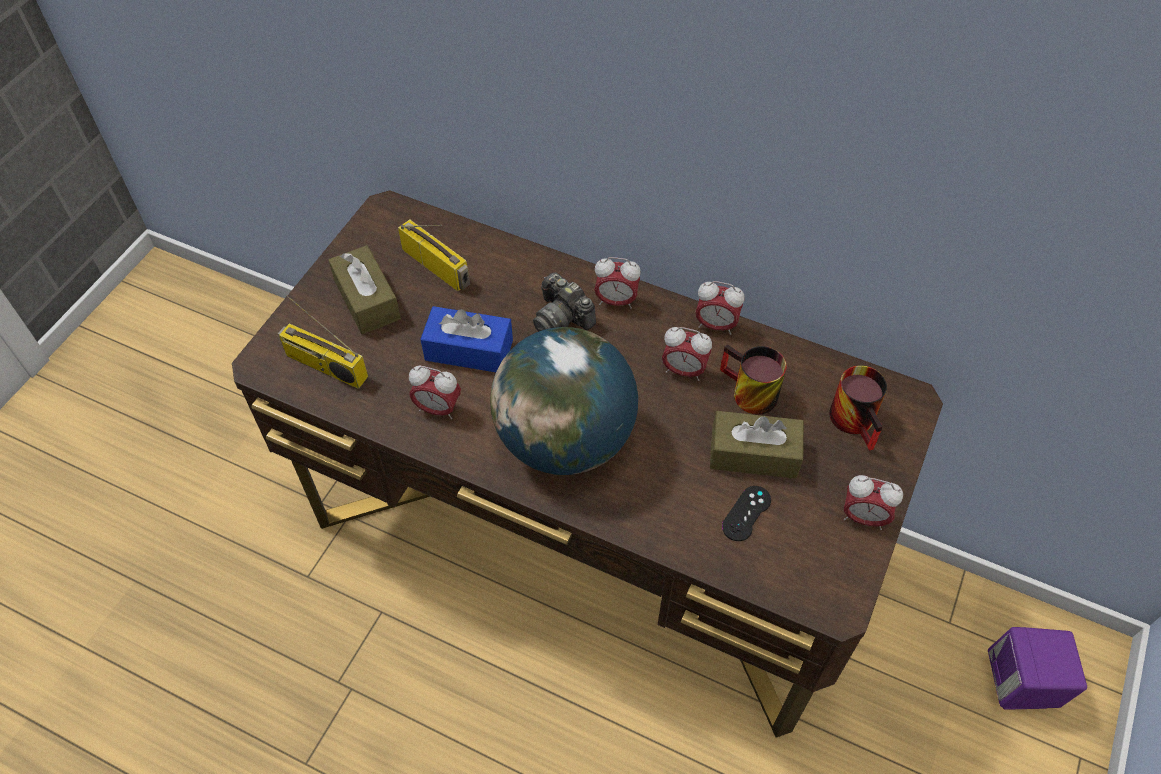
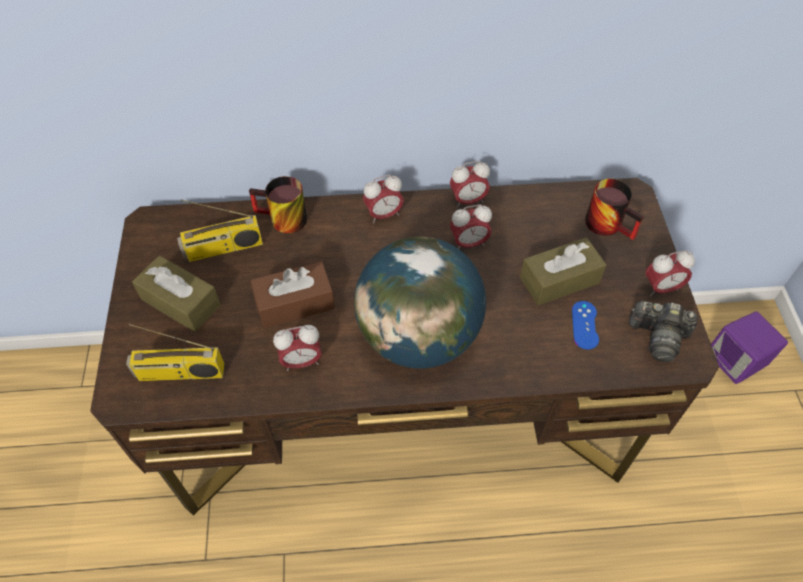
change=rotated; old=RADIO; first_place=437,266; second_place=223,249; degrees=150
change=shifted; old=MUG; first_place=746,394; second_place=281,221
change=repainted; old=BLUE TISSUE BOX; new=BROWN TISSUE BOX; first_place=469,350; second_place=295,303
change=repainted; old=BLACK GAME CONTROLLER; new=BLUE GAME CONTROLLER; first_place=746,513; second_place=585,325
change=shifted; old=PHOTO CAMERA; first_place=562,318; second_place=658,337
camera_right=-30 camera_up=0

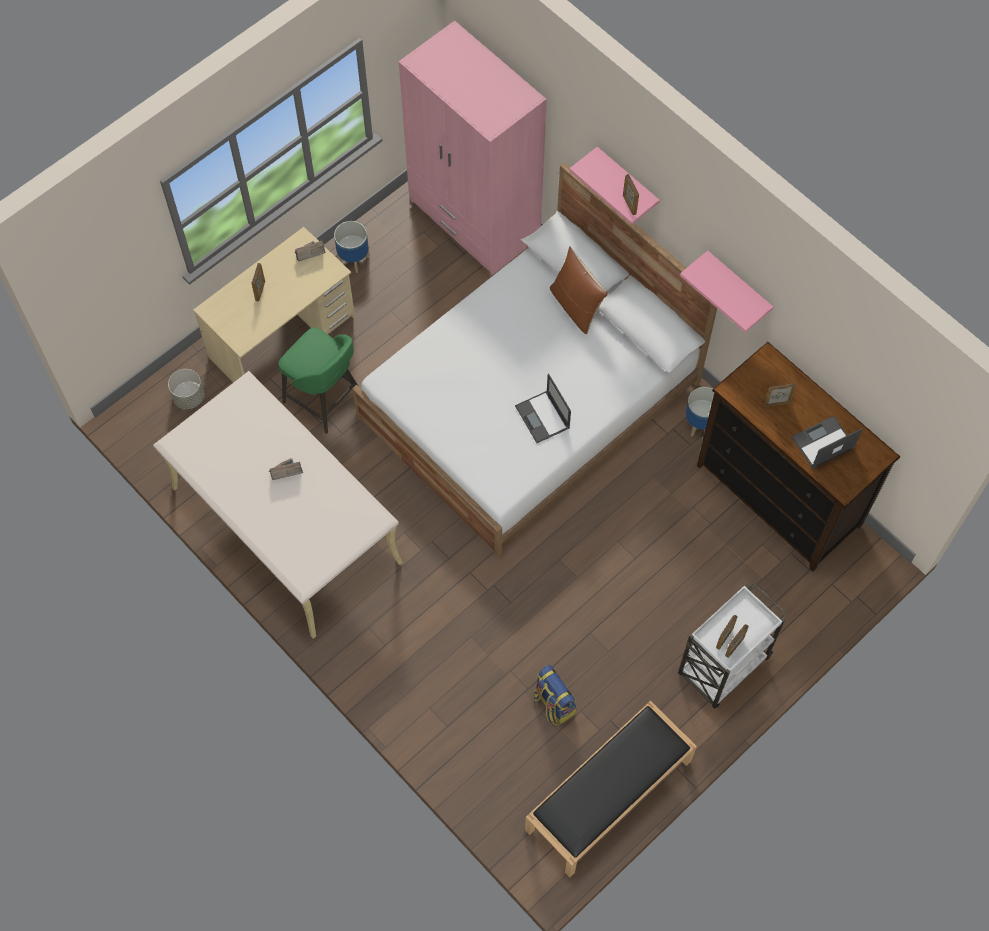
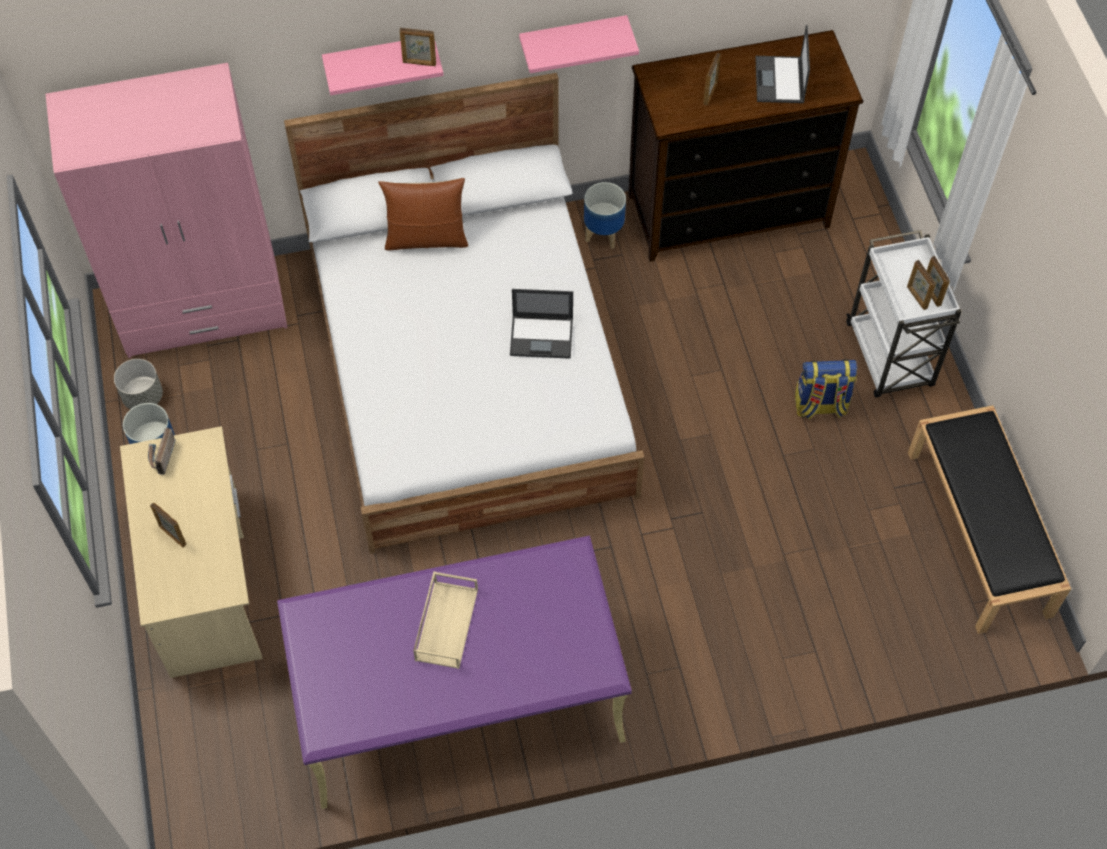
change=shifted; old=GREY PLANTER; first_place=189,397; second_place=143,397
change=repainted; old=BEIGE DESK; new=PURPLE DESK; first_place=285,524; second_place=457,700
change=swapped; old=RADIO; new=BEIGE TRAY; first_place=285,471; second_place=446,623
change=shifted; old=BACKPACK; first_place=553,703; second_place=820,406
change=gone; old=GREEN STOOL; first_place=325,399
camera_right=-60 camera_up=-5

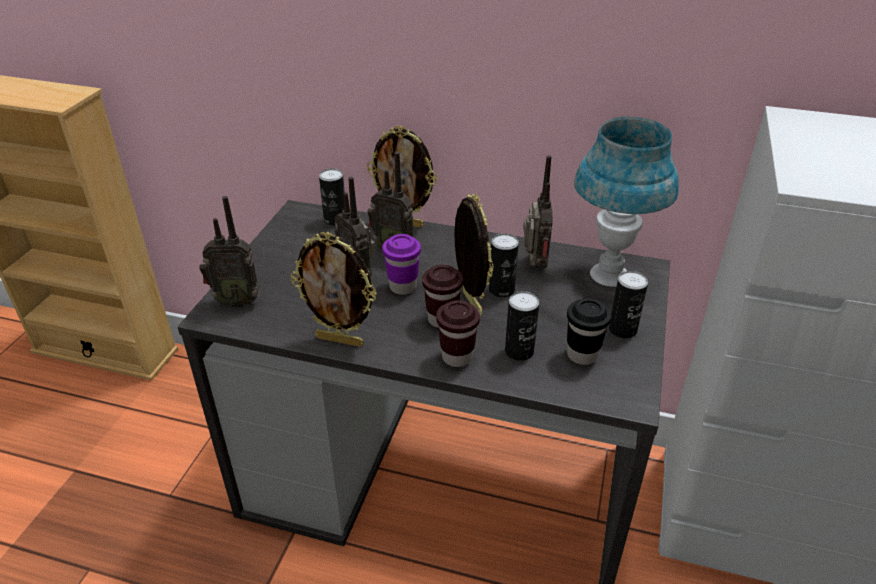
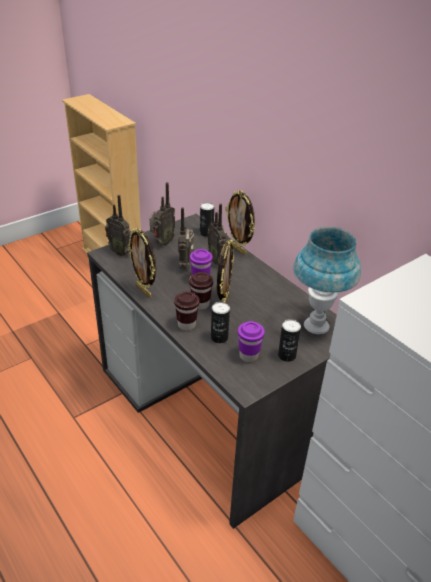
change=shifted; old=RADIO; first_place=533,265; second_place=162,243
change=repainted; old=BLACK CUP; new=PURPLE CUP; first_place=582,355; second_place=248,356
change=gone; old=CAN; first_place=501,290
camera_right=35 camera_up=0

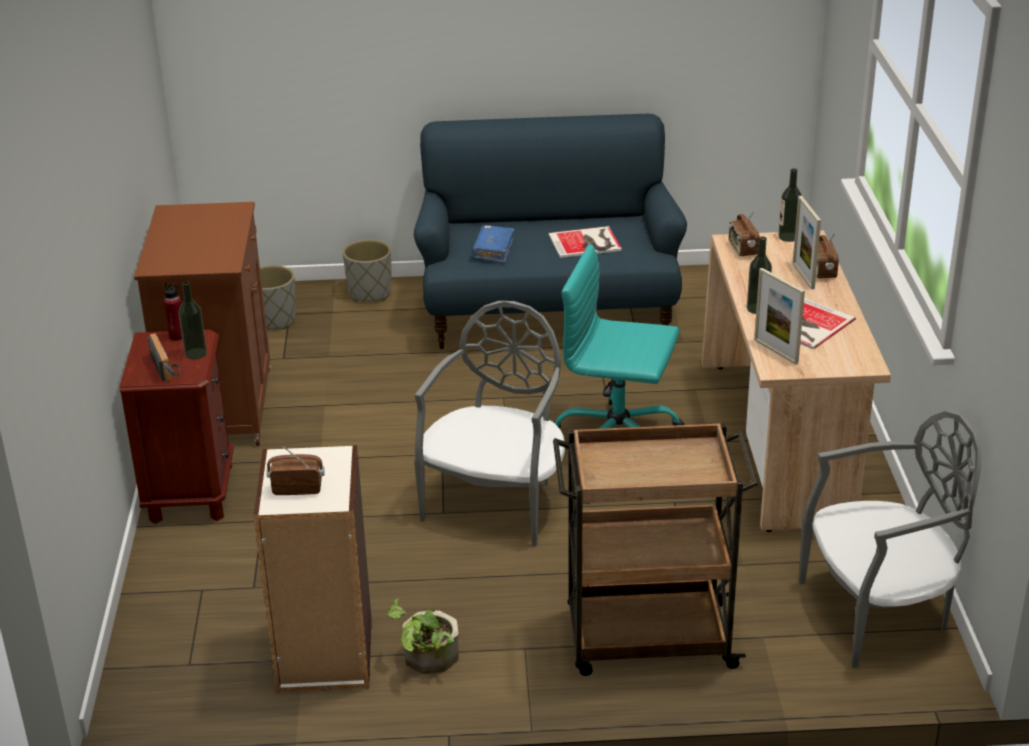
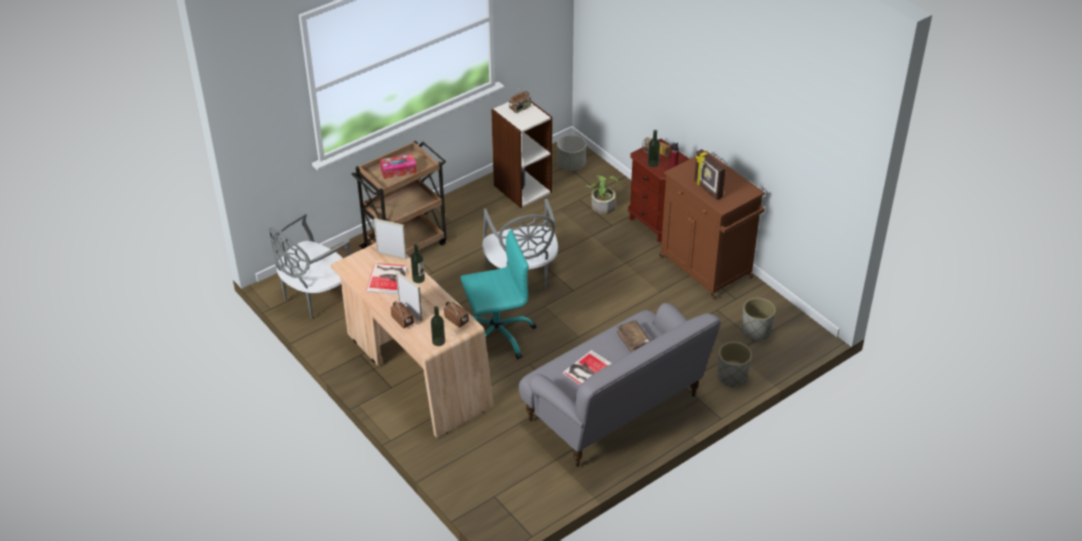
change=new; new=TISSUE BOX; second_place=398,170
change=repainted; old=BLUE SOFA; new=GREY SOFA; first_place=548,313; second_place=615,410
change=new; new=GREY PLANTER; second_place=571,165
change=shifted; old=POTTED PLANT; first_place=426,660; second_place=603,204
change=repainted; old=BLUE BOOK; new=BROWN BOOK; first_place=493,250; second_place=634,340
change=new; new=PICTURE FRAME; second_place=707,189
camera_right=145 camera_up=10

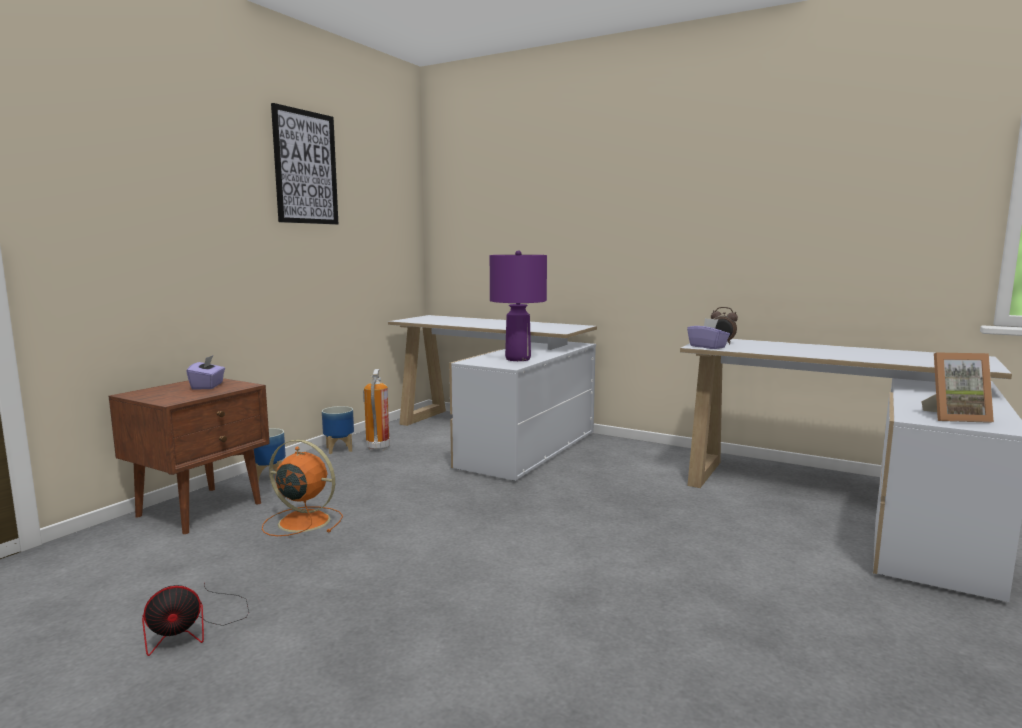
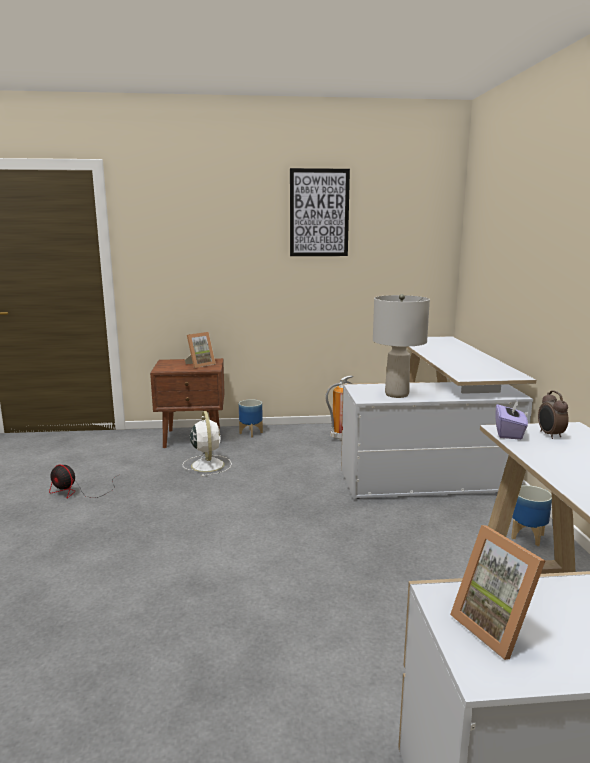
change=repainted; old=ORANGE FAN; new=WHITE FAN; first_place=302,521; second_place=207,464
change=swapped; old=PURPLE TISSUE BOX; new=PICTURE FRAME; first_place=208,386; second_place=200,365
change=repainted; old=PURPLE TABLE LAMP; new=GREY TABLE LAMP; first_place=517,359; second_place=396,394
change=shifted; old=PLANTER; first_place=339,449; second_place=527,537
camera_right=55 camera_up=5

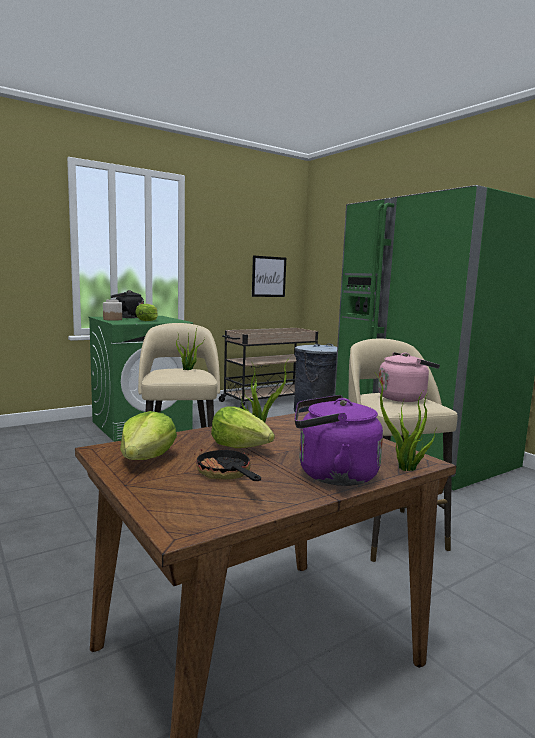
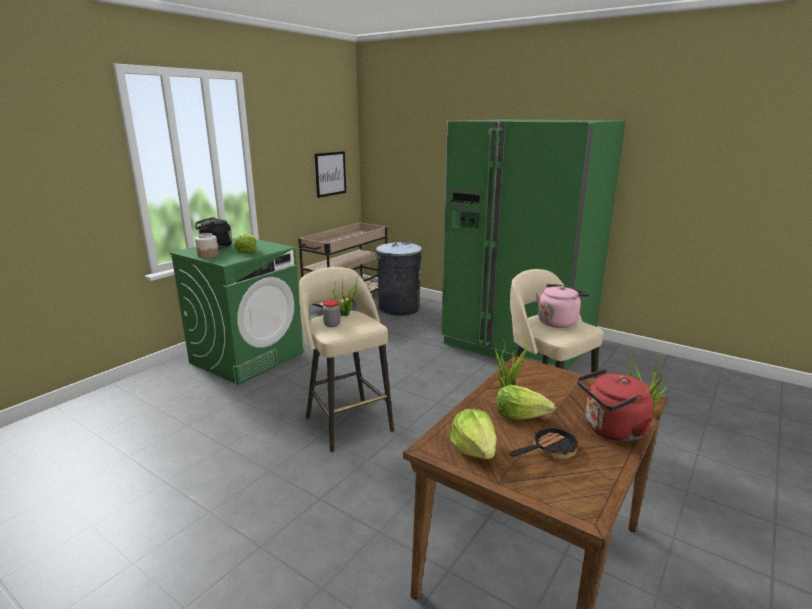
change=new; new=JAR; second_place=332,324
change=rotated; old=FRYING PAN; first_place=226,475; second_place=549,450; degrees=105
change=repainted; old=PURPLE KETTLE; new=RED KETTLE; first_place=332,475; second_place=611,430
camera_right=-20 camera_up=10

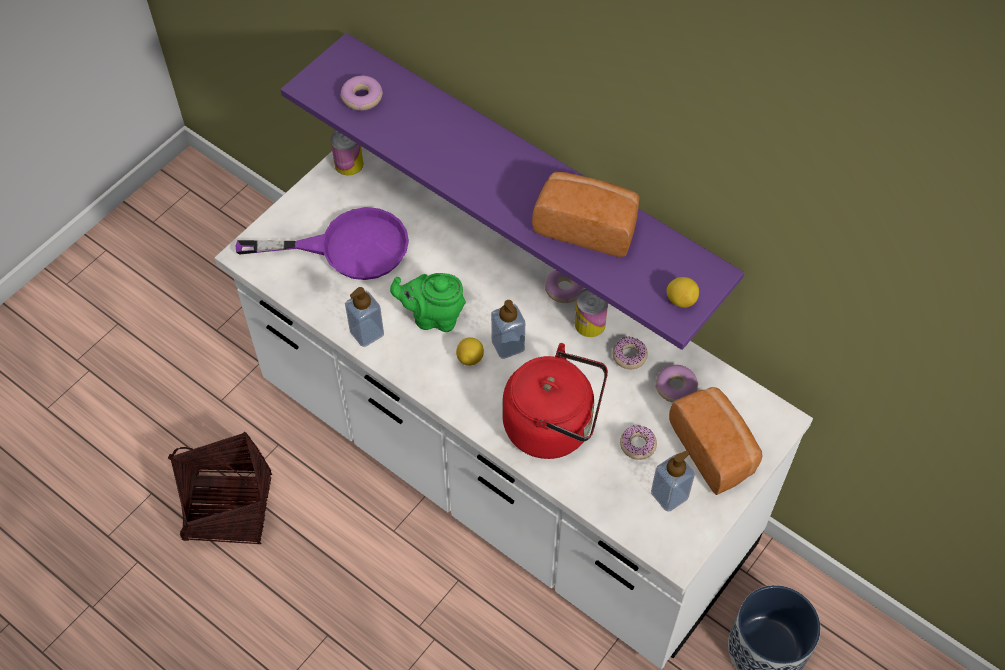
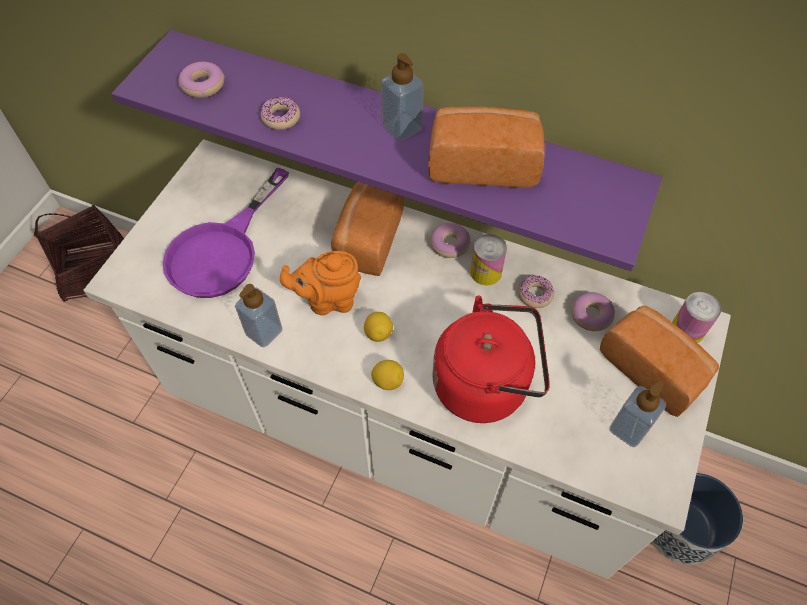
change=shifted; old=BASKET; first_place=228,507; second_place=95,272
change=rotated; old=PURPLE FRYING PAN; first_place=347,247; second_place=222,250; degrees=135
change=shifted; old=DONUT; first_place=638,445; second_place=281,118
change=repainted; old=GREEN TEAPOT; new=ORANGE TEAPOT; first_place=433,317; second_place=328,300
change=new; new=BREAD; second_place=367,240
change=shifted; old=LEMON; first_place=681,300; second_place=388,381
change=shifted; old=SOAP DISPENSER; first_place=508,345; second_place=402,128
change=shifted; old=CAN; first_place=349,164; second_place=687,329
camera_right=-15 camera_up=0

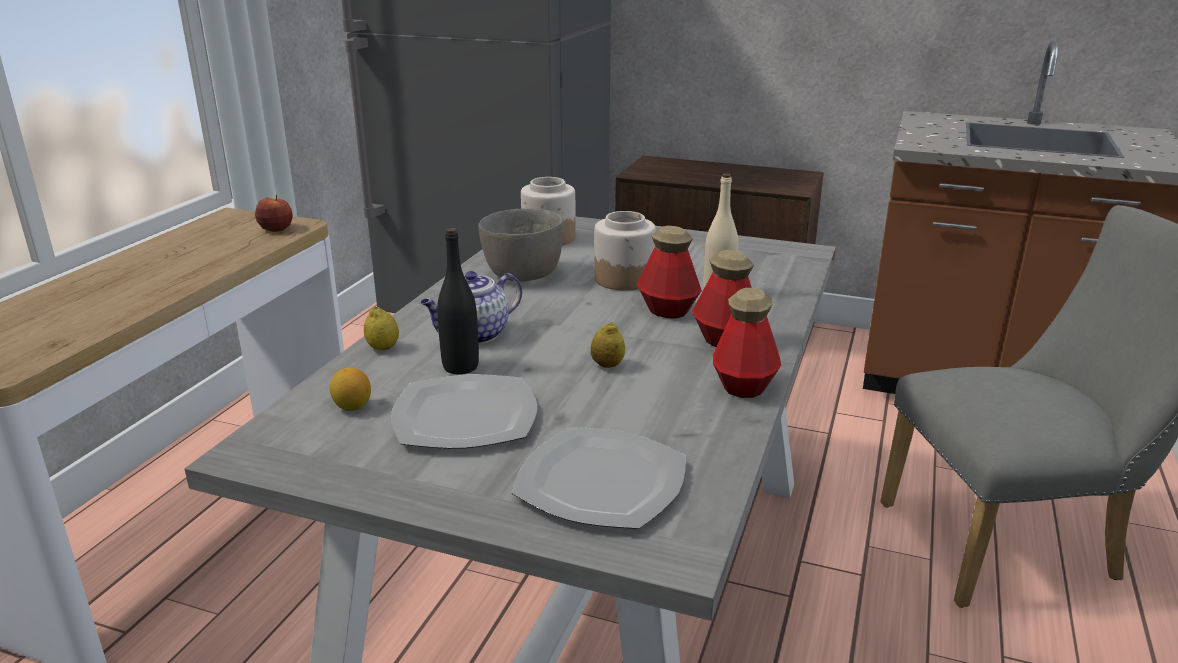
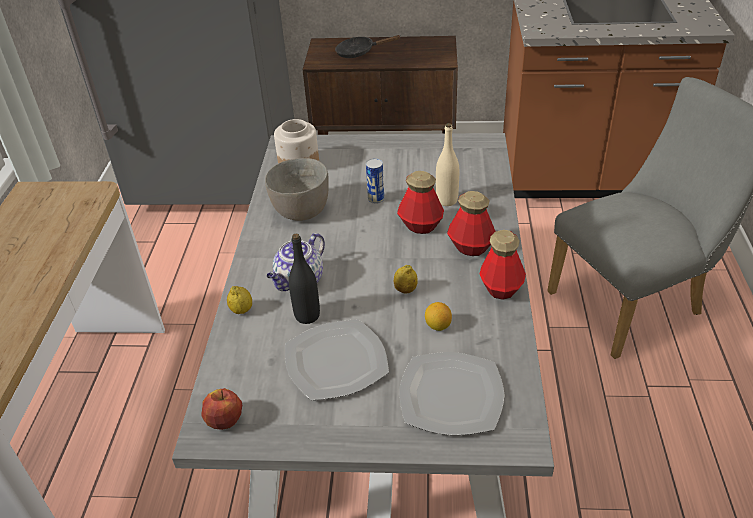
change=shifted; old=APPLE; first_place=276,229; second_place=224,420
change=new; new=BLACK FRYING PAN; second_place=359,52
change=swapped; old=JAR; new=CAN; first_place=624,279; second_place=376,199
change=shifted; old=LEMON; first_place=352,407; second_place=438,326
camera_right=-15 camera_up=15

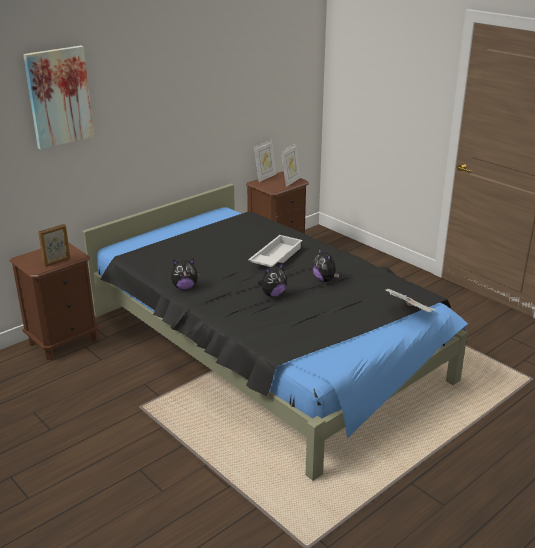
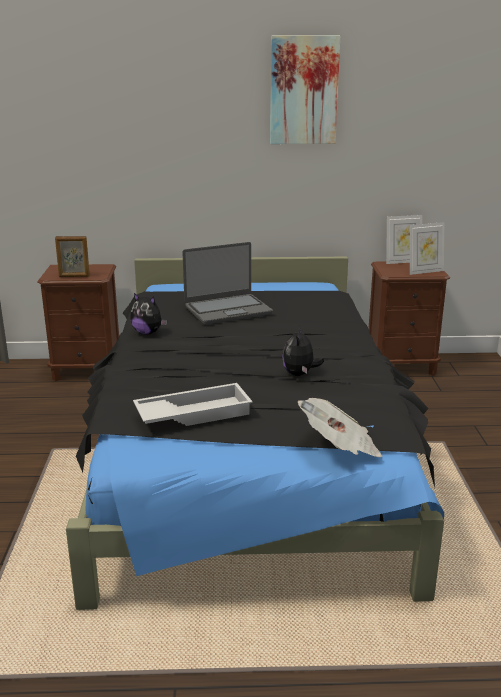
change=shifted; old=WHITE TRAY; first_place=275,257; second_place=193,413
change=new; new=LAPTOP; second_place=227,310
change=shifted; old=PICTURE; first_place=59,97; second_place=303,90
change=gone; old=PLUSH TOY; first_place=273,294
camera_right=40 camera_up=-5

